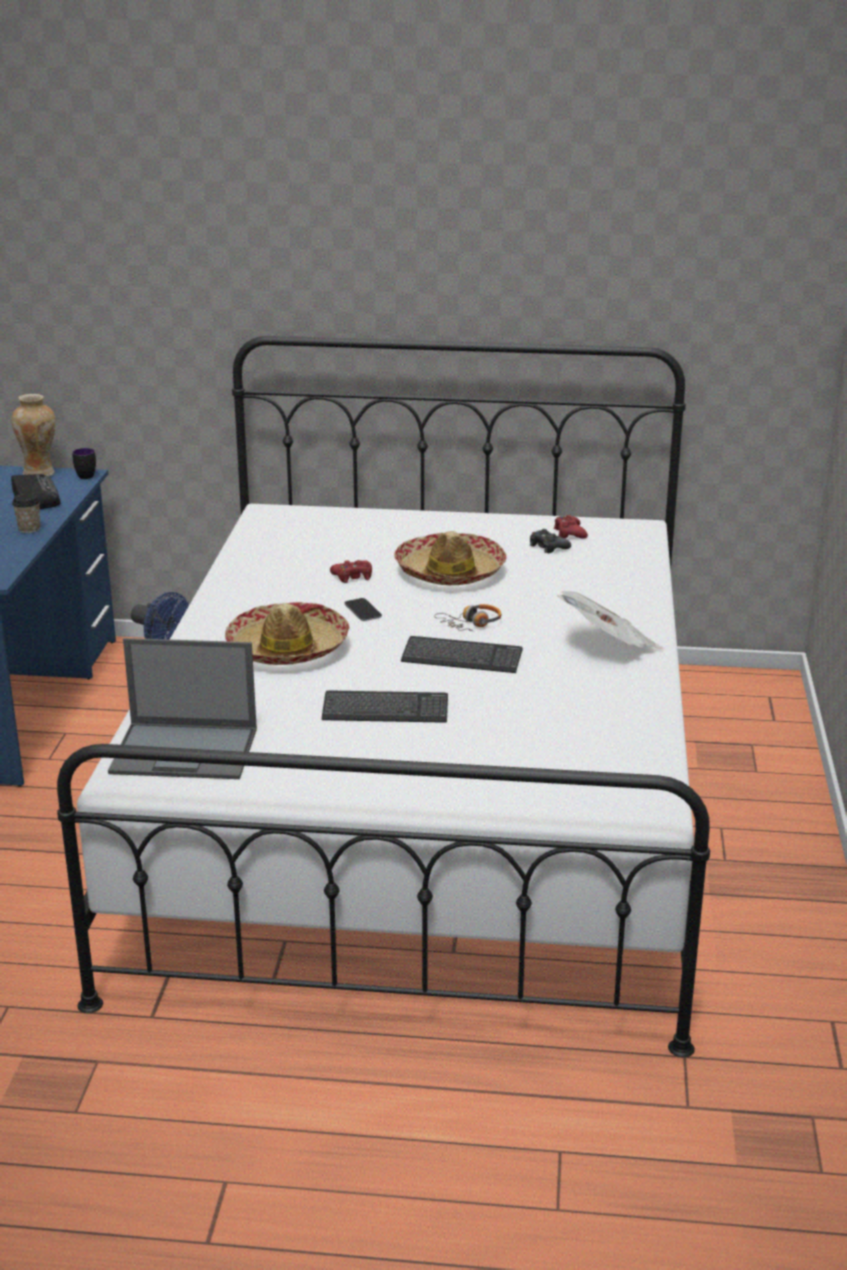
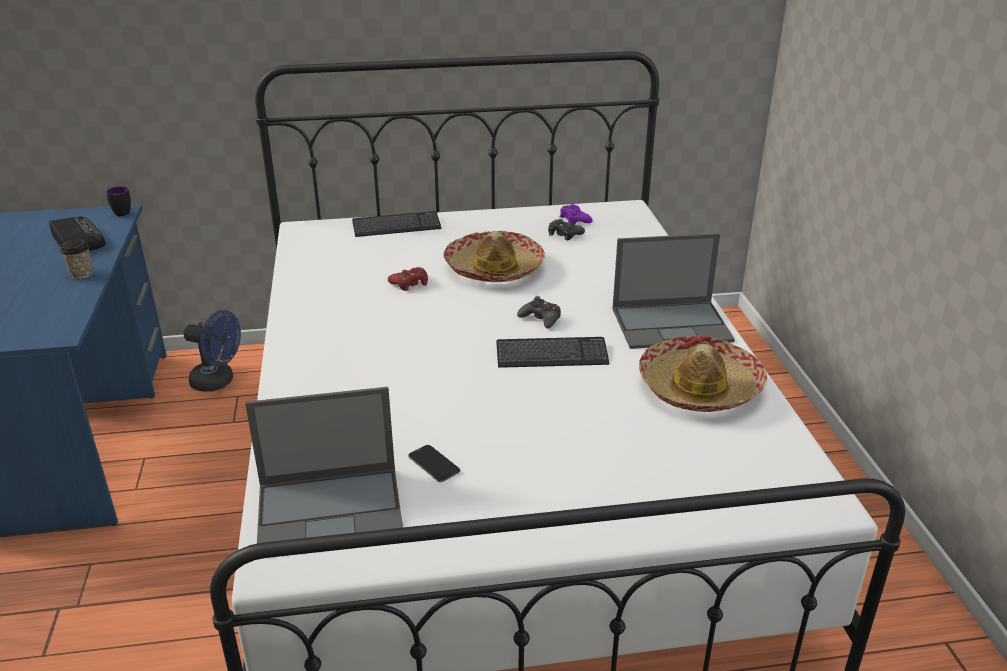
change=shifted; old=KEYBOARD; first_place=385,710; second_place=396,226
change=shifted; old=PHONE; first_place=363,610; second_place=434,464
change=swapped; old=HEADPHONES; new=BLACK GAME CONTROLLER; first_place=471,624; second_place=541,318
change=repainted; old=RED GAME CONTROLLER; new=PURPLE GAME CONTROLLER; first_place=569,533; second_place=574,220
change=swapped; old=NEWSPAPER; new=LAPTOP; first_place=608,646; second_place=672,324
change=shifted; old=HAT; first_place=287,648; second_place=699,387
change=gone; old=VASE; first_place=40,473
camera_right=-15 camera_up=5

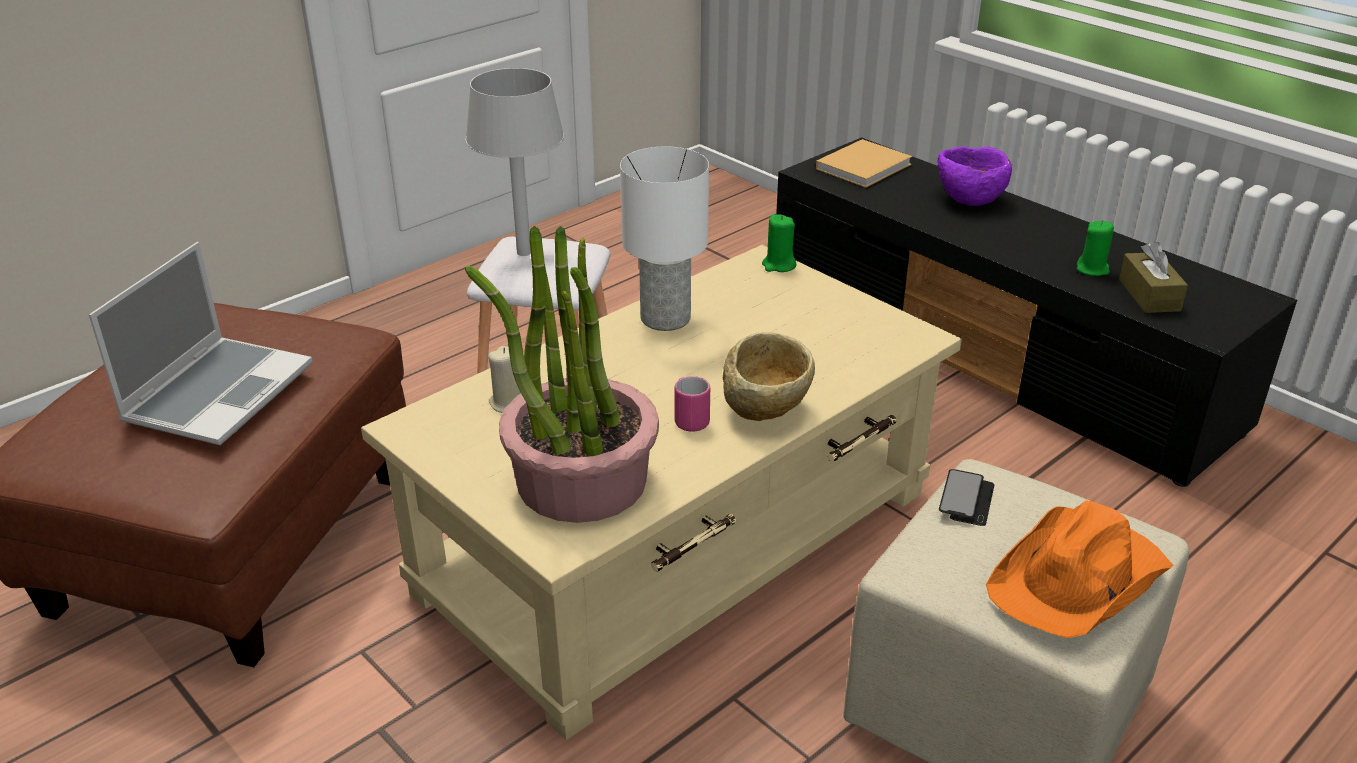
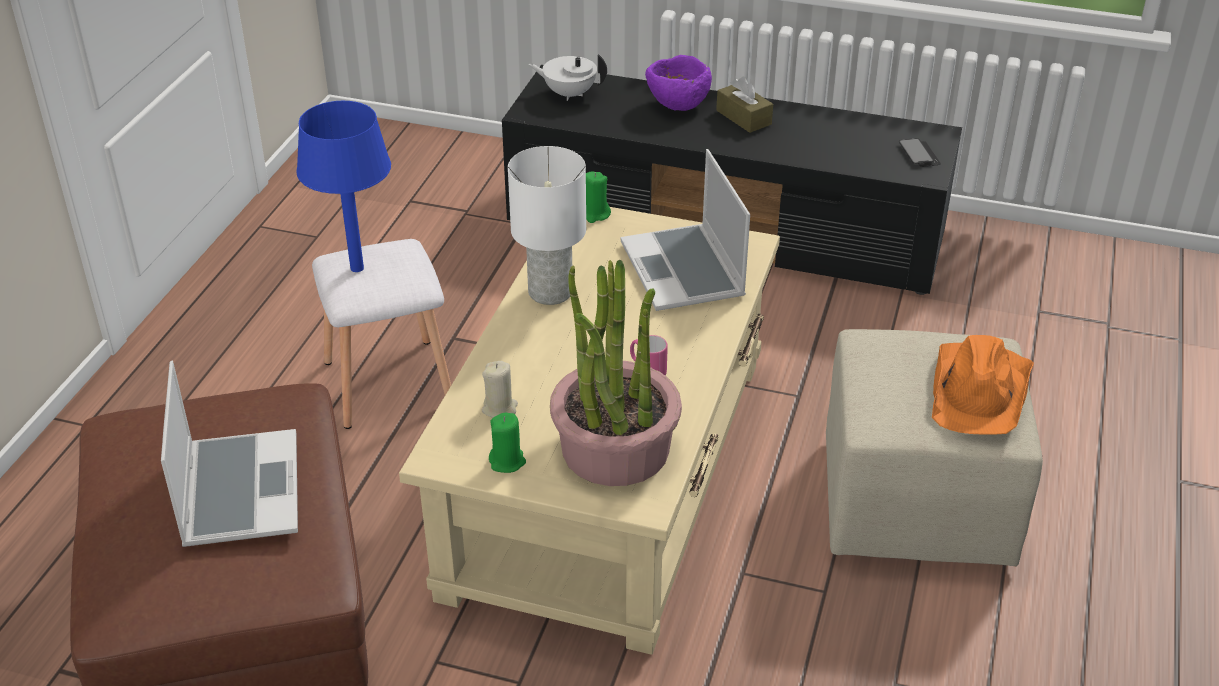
change=repainted; old=GREY TABLE LAMP; new=BLUE TABLE LAMP; first_place=523,253; second_place=357,269
change=shifted; old=GREEN CANDLE; first_place=1092,269; second_place=507,461
change=swapped; old=BEIGE BOOK; new=WHITE TEAPOT; first_place=865,166; second_place=569,94
change=new; new=LAPTOP; second_place=684,271
change=shifted; old=BROWN TISSUE BOX; first_place=1149,295; second_place=743,117
change=shifted; old=PHONE; first_place=966,499; second_place=919,154
change=gone; old=BEIGE BOWL; first_place=766,411
camera_right=-30 camera_up=5

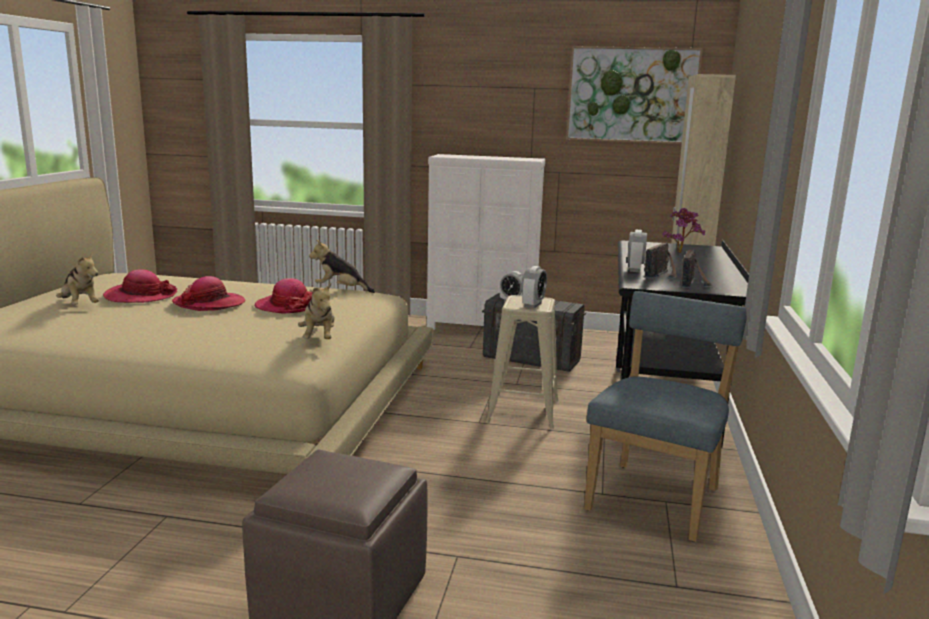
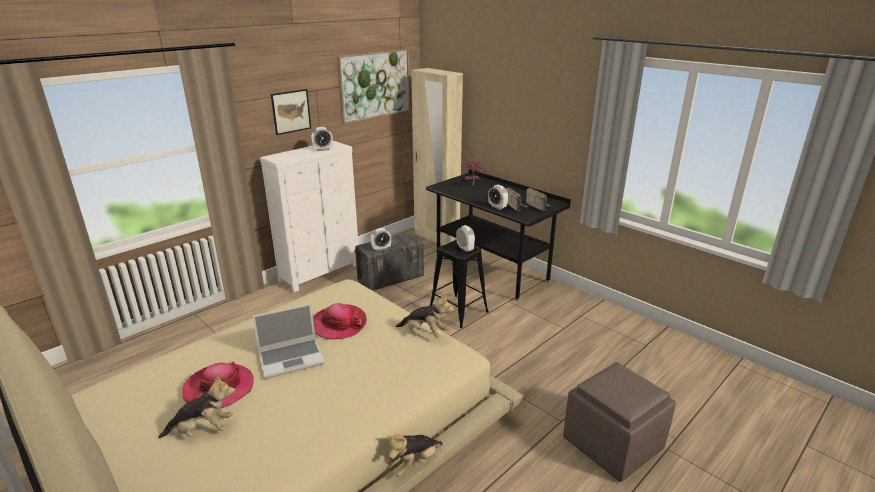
change=swapped; old=HAT; new=LAPTOP; first_place=209,304; second_place=292,358
change=new; new=PICTURE; second_place=291,111
change=new; new=ALARM CLOCK; second_place=323,149
change=shifted; old=PLUSH TOY; first_place=341,290; second_place=414,463
change=repainted; old=BEIGE STOOL; new=BLACK STOOL; first_place=523,411; second_place=458,311
change=gone; old=BLUE CHAIR; first_place=656,497
camera_right=-55 camera_up=10

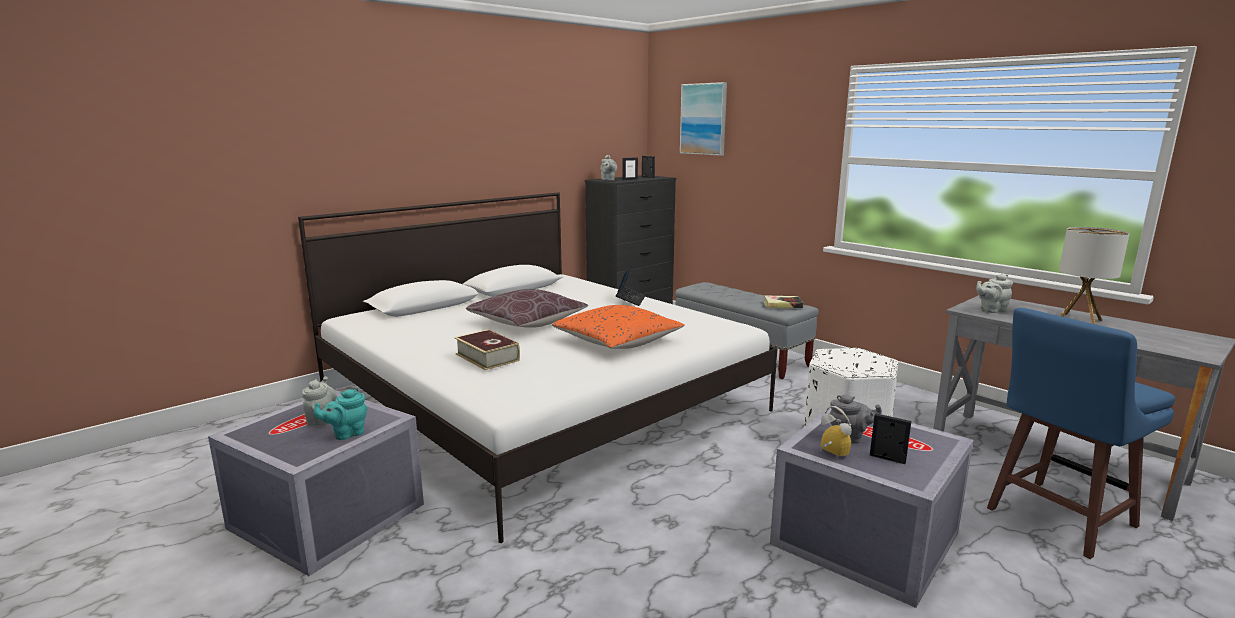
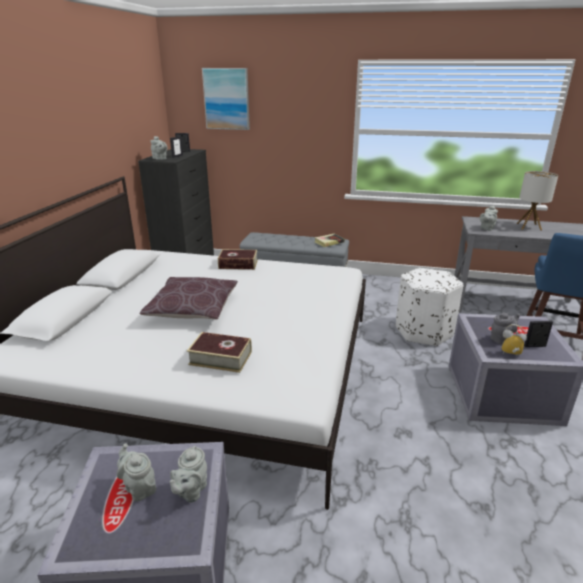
change=repainted; old=TURQUOISE TEAPOT; new=GREY TEAPOT; first_place=346,434; second_place=191,491
change=swapped; old=LAPTOP; new=BOOK; first_place=630,300; second_place=238,264
change=gone; old=ORANGE PILLOW; first_place=618,341
camera_right=-35 camera_up=10

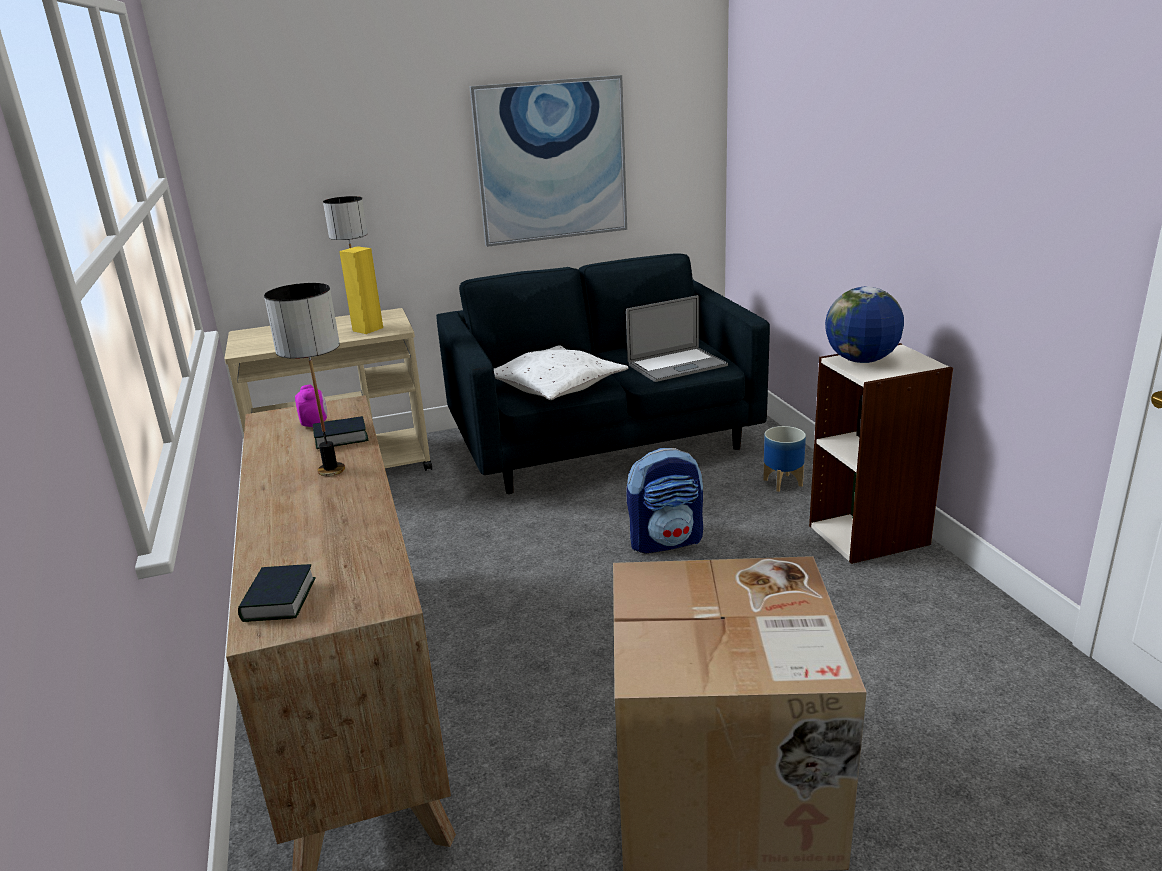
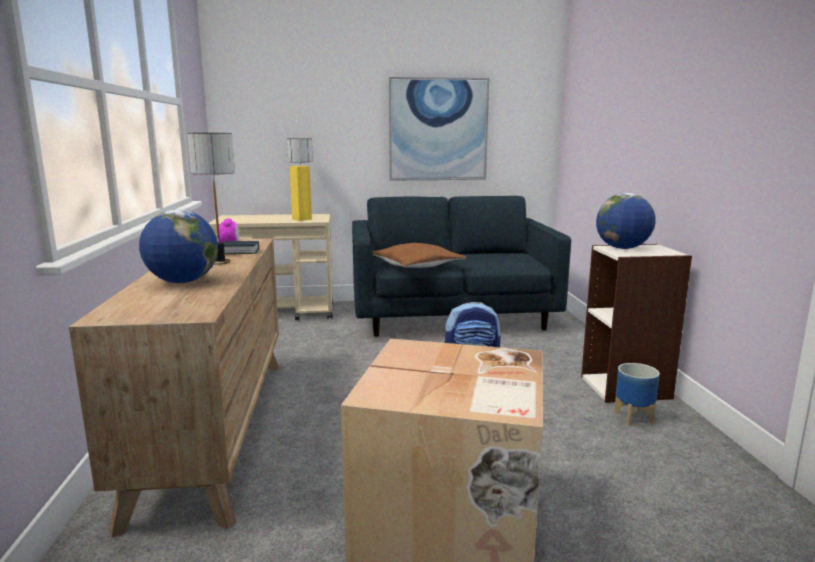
change=new; new=GLOBE; second_place=183,282
change=repainted; old=WHITE PILLOW; new=BROWN PILLOW; first_place=556,386; second_place=416,266
change=shifted; old=PLANTER; first_place=783,483; second_place=633,418
change=gone; old=BOOK; first_place=279,600
change=gone; old=LAPTOP; first_place=677,365
camera_right=10 camera_up=-10

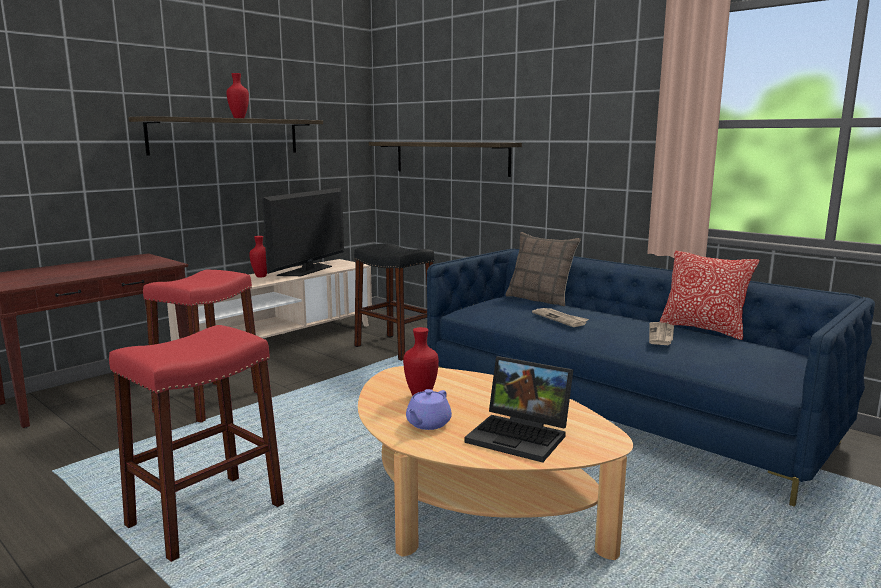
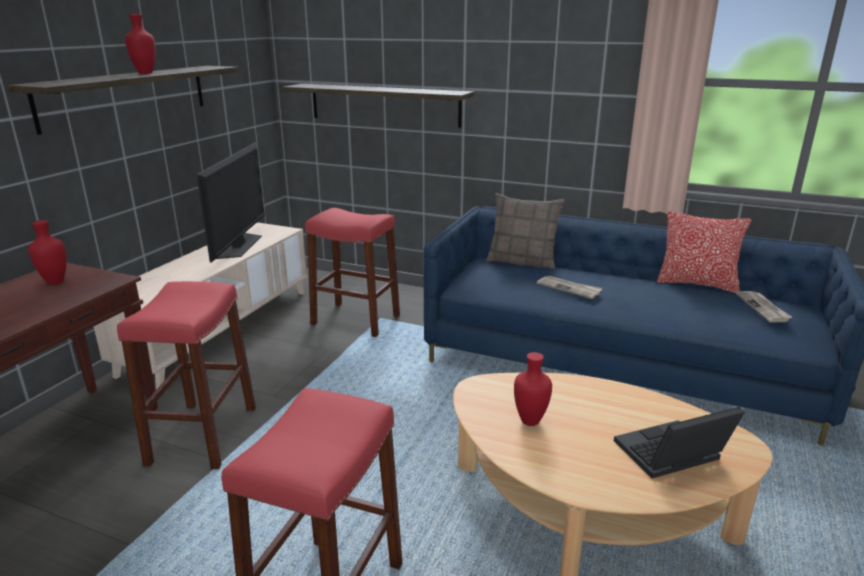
change=shifted; old=RED VASE; first_place=261,276; second_place=56,282
change=repainted; old=BLACK STOOL; new=RED STOOL; first_place=395,347; second_place=356,320
change=rotated; old=LAPTOP; first_place=521,436; second_place=670,456; degrees=150
change=shifted; old=NEWSPAPER; first_place=661,335; second_place=763,308
change=gone; old=PURPLE TEAPOT; first_place=427,424
camera_right=-20 camera_up=10

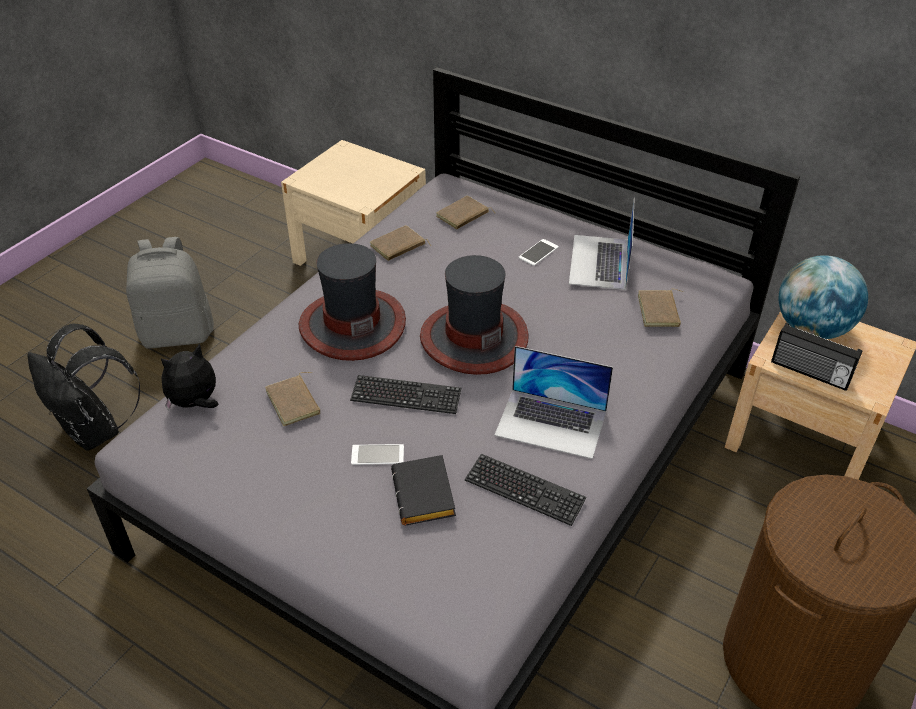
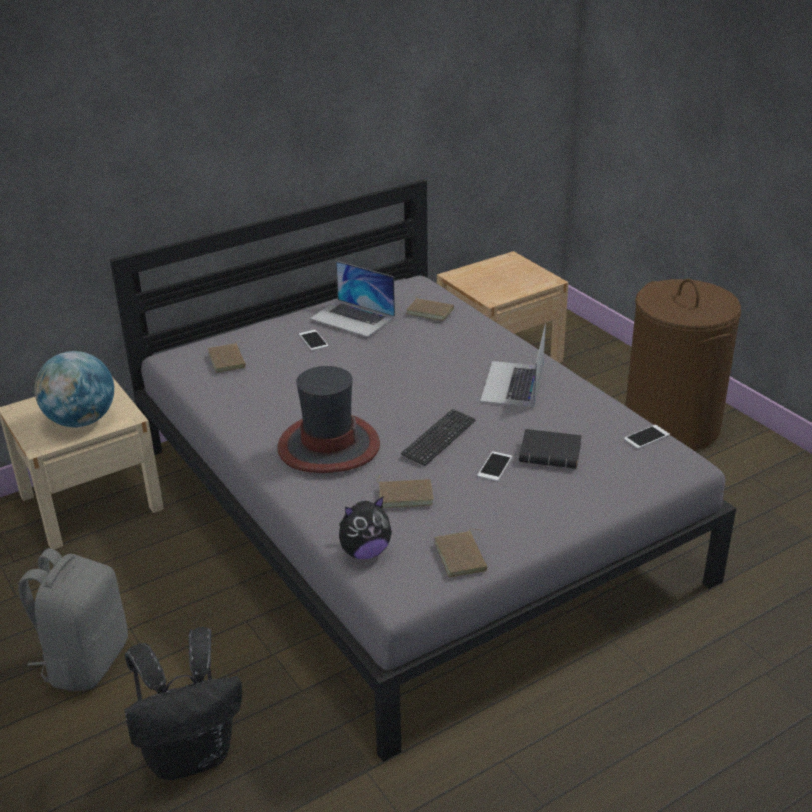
change=shifted; old=GLOBE; first_place=811,328; second_place=81,421
change=rotated; old=PLUSH TOY; first_place=195,403; second_place=365,552; degrees=-105
change=shifted; old=BROWN BOOK; first_place=398,246; second_place=462,557
change=rotated; old=LAPTOP; first_place=551,423; second_place=512,384; degrees=150
change=new; new=PHONE; second_place=646,437
change=gone; old=HAT; first_place=473,338
change=gone; old=KEYBOARD; first_place=524,491
change=gone; old=RADIO; first_place=809,373
camera_right=-65 camera_up=-10

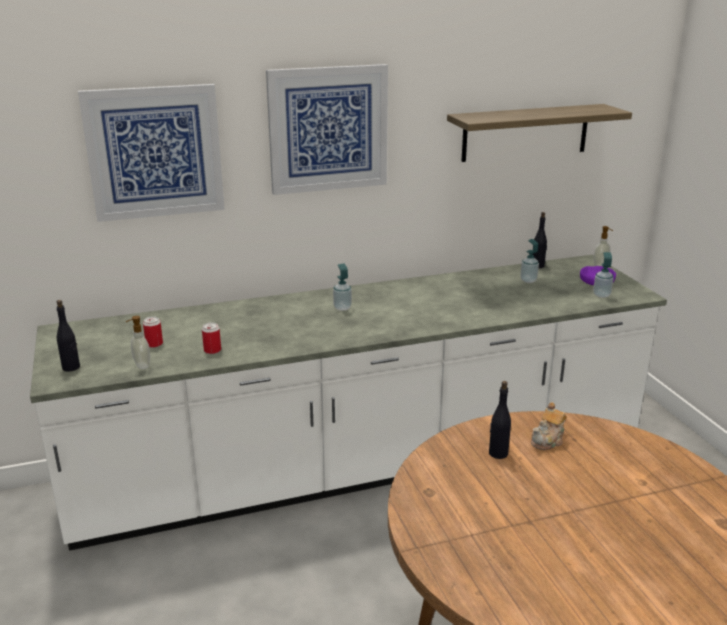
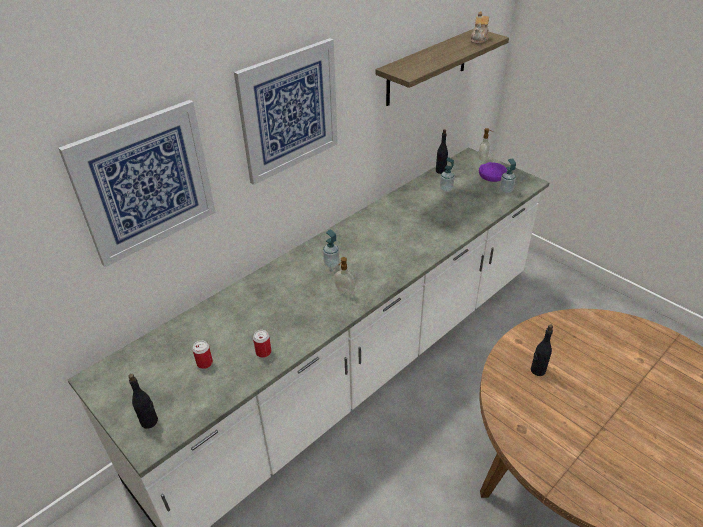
change=shifted; old=SOAP DISPENSER; first_place=141,365; second_place=344,292
change=shifted; old=TEAPOT; first_place=548,441; second_place=479,39
camera_right=-25 camera_up=15

